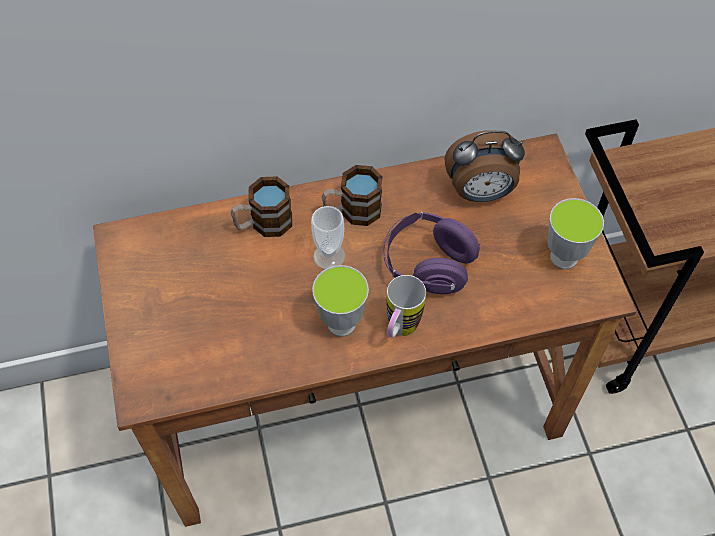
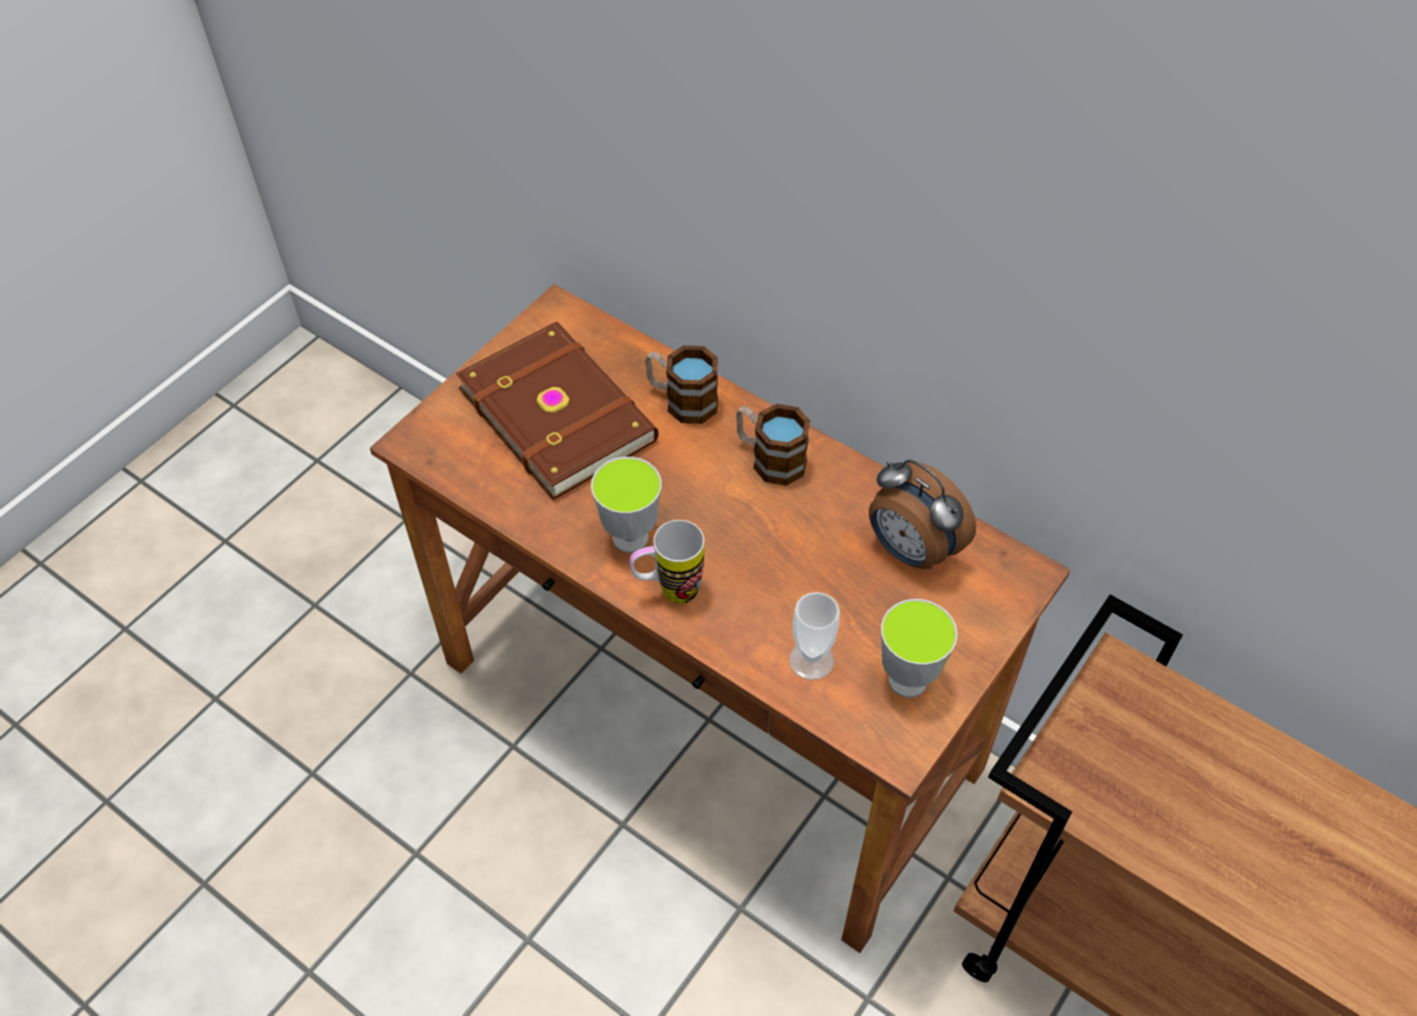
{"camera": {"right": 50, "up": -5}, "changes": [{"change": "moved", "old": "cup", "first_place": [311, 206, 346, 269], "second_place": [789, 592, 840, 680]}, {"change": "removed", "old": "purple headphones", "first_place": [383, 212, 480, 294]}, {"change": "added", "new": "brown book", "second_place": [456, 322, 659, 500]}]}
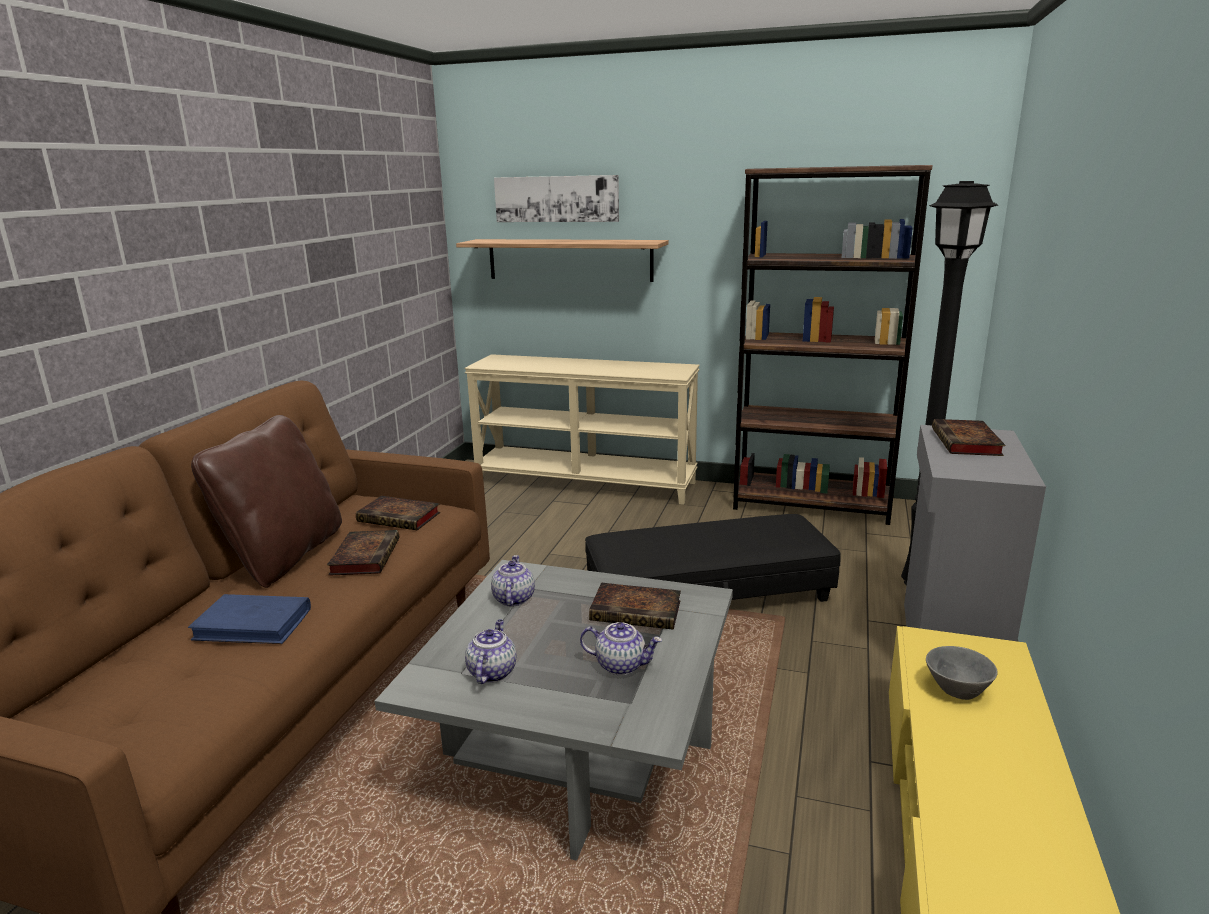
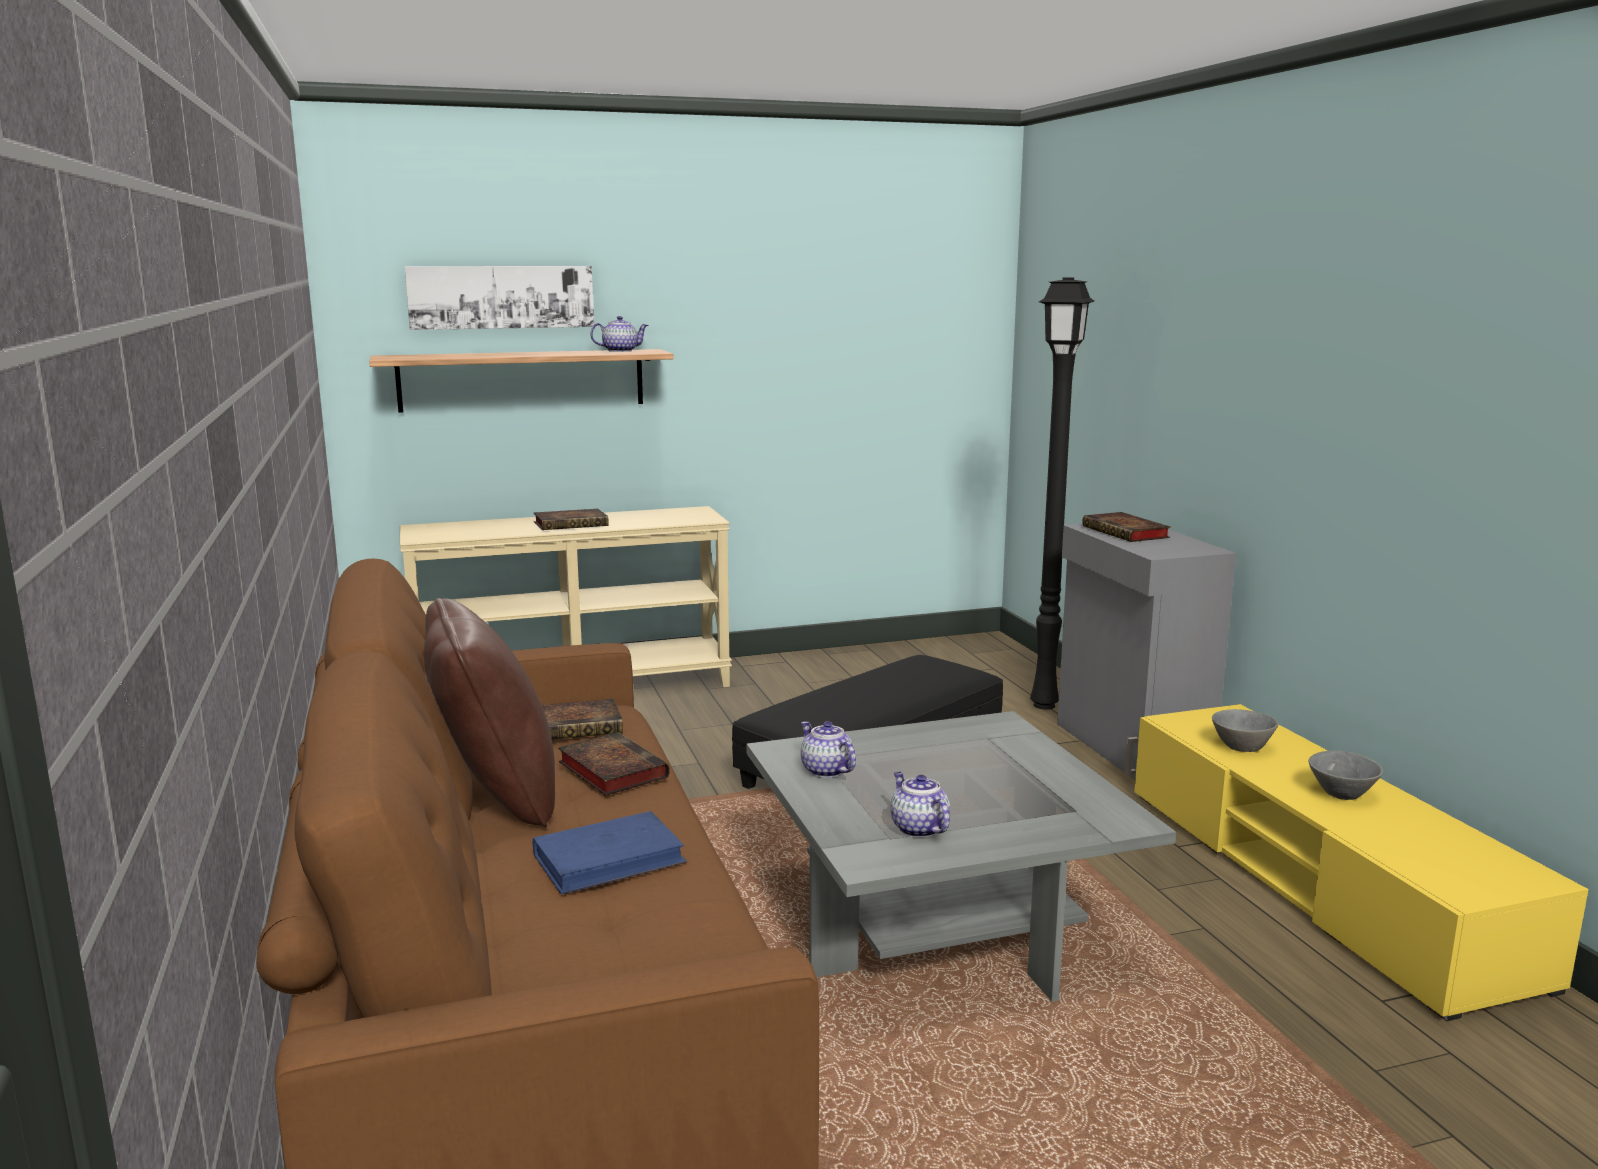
{"camera": {"right": -35, "up": -5}, "changes": [{"change": "moved", "old": "teapot", "first_place": [580, 622, 662, 675], "second_place": [590, 316, 648, 352]}, {"change": "moved", "old": "book", "first_place": [589, 583, 681, 630], "second_place": [533, 509, 609, 530]}, {"change": "removed", "old": "brown bookcase", "first_place": [733, 165, 933, 525]}, {"change": "added", "new": "grey bowl", "second_place": [1309, 750, 1383, 800]}]}
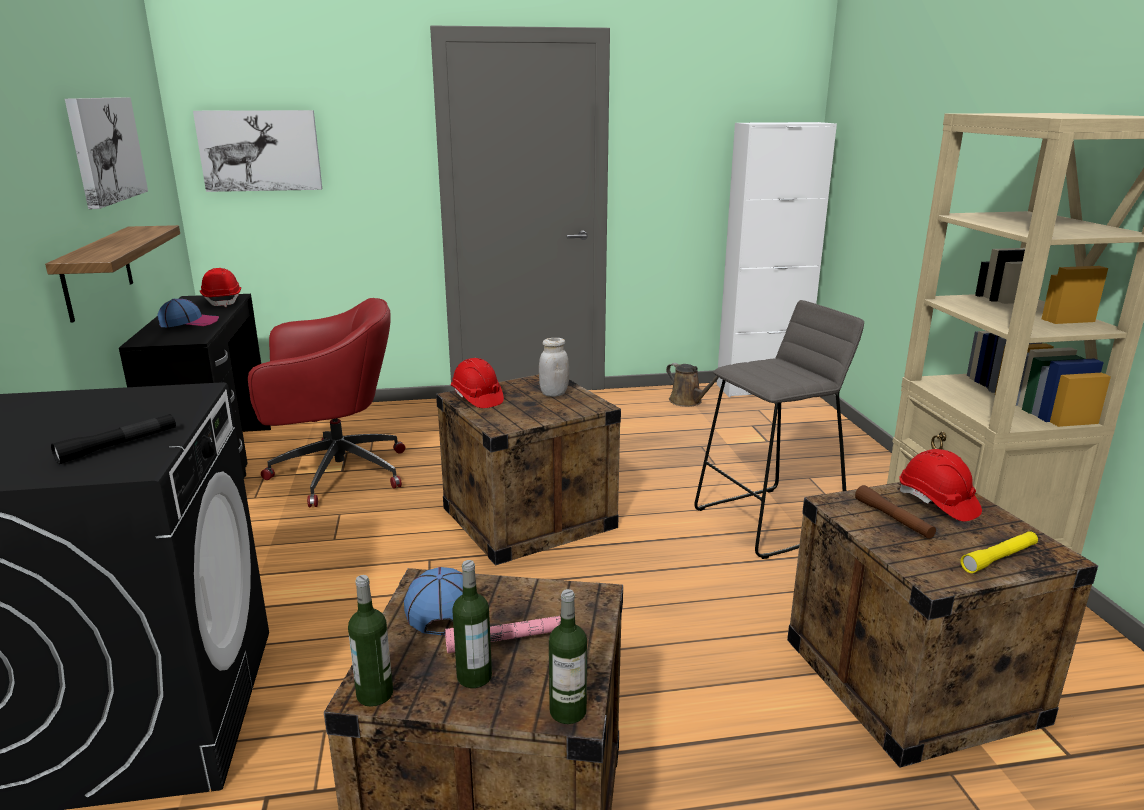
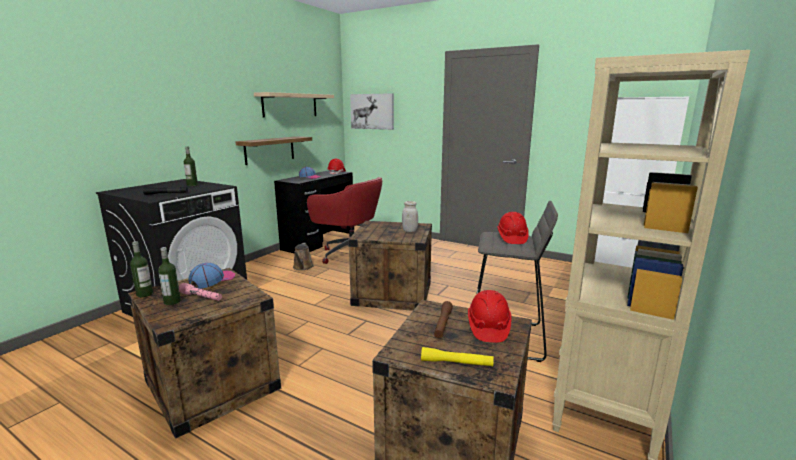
{"camera": {"right": 40, "up": -5}, "changes": [{"change": "replaced", "old": "picture", "new": "beige shelf", "first_place": [65, 97, 148, 209], "second_place": [254, 92, 334, 118]}, {"change": "moved", "old": "red hard hat", "first_place": [451, 358, 504, 408], "second_place": [497, 212, 529, 244]}, {"change": "moved", "old": "bottle", "first_place": [549, 589, 587, 724], "second_place": [184, 147, 198, 186]}, {"change": "moved", "old": "brown watering can", "first_place": [666, 363, 719, 407], "second_place": [293, 243, 314, 270]}]}
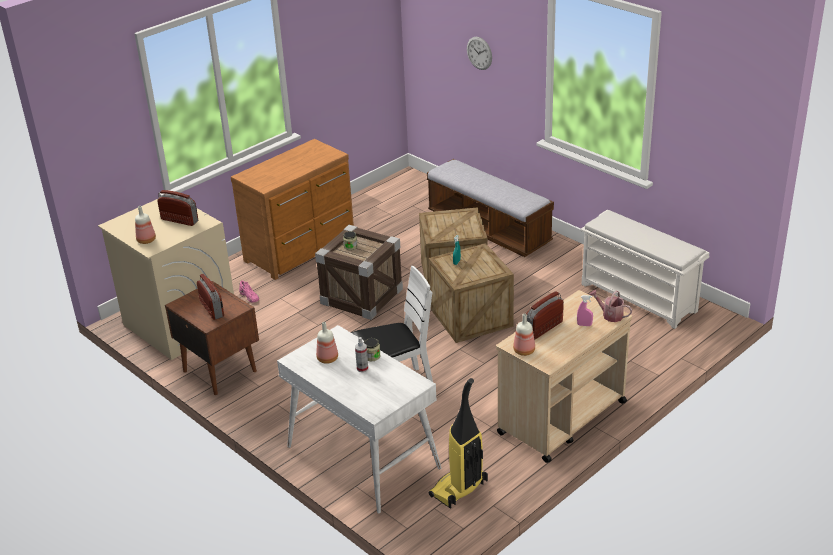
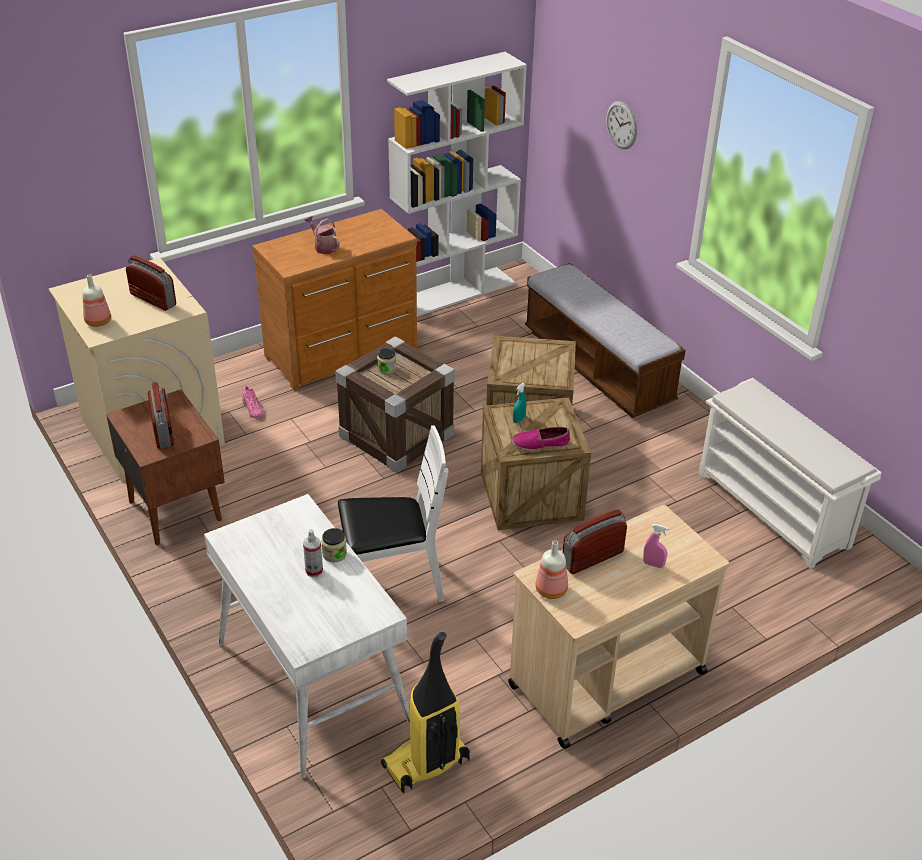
{"camera": {"right": 10, "up": 5}, "changes": [{"change": "removed", "old": "bottle", "first_place": [316, 322, 338, 364]}, {"change": "moved", "old": "watering can", "first_place": [589, 289, 632, 322], "second_place": [304, 216, 340, 254]}, {"change": "added", "new": "white bookcase", "second_place": [387, 52, 527, 317]}, {"change": "added", "new": "shoe", "second_place": [512, 427, 570, 451]}]}
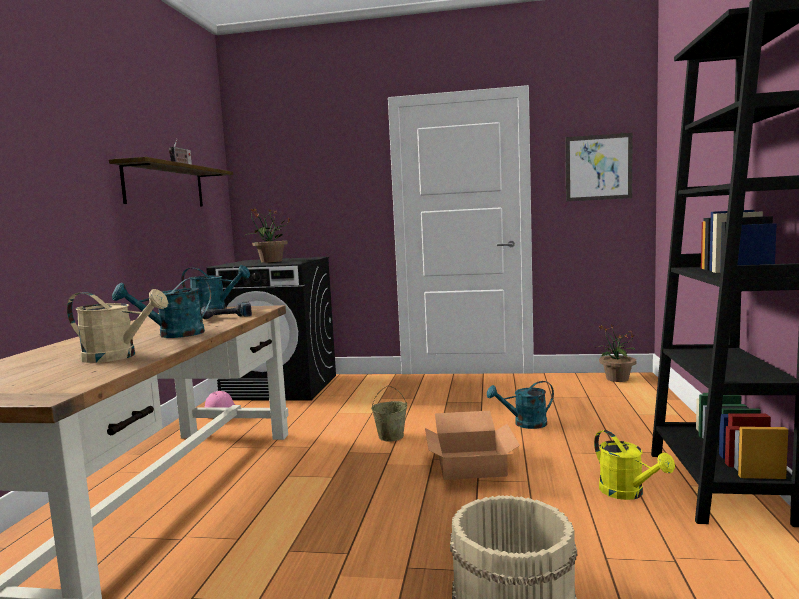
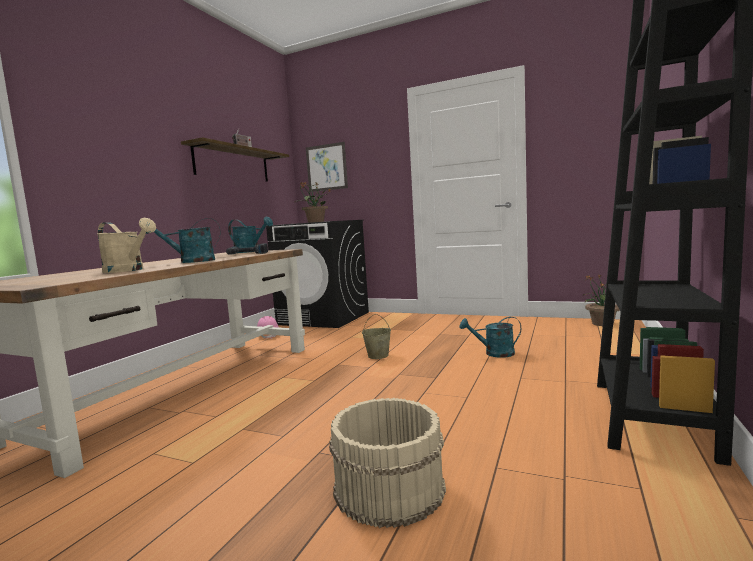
{"camera": {"right": 15, "up": 0}, "changes": [{"change": "removed", "old": "cardboard box", "first_place": [425, 411, 520, 480]}, {"change": "moved", "old": "picture", "first_place": [565, 133, 633, 202], "second_place": [306, 142, 348, 192]}, {"change": "removed", "old": "yellow watering can", "first_place": [594, 430, 675, 500]}]}
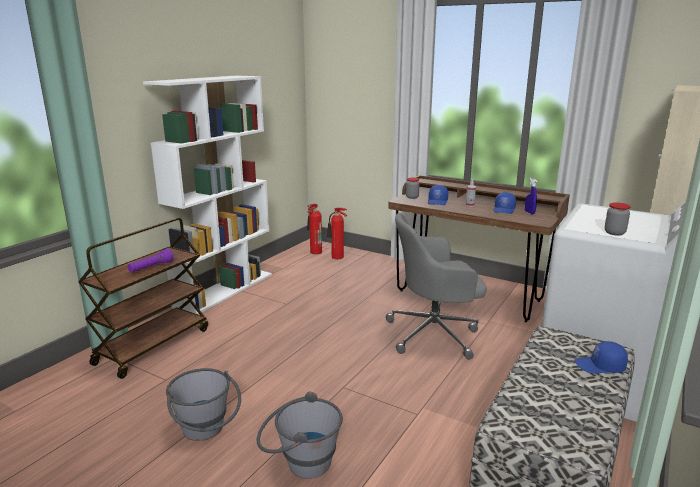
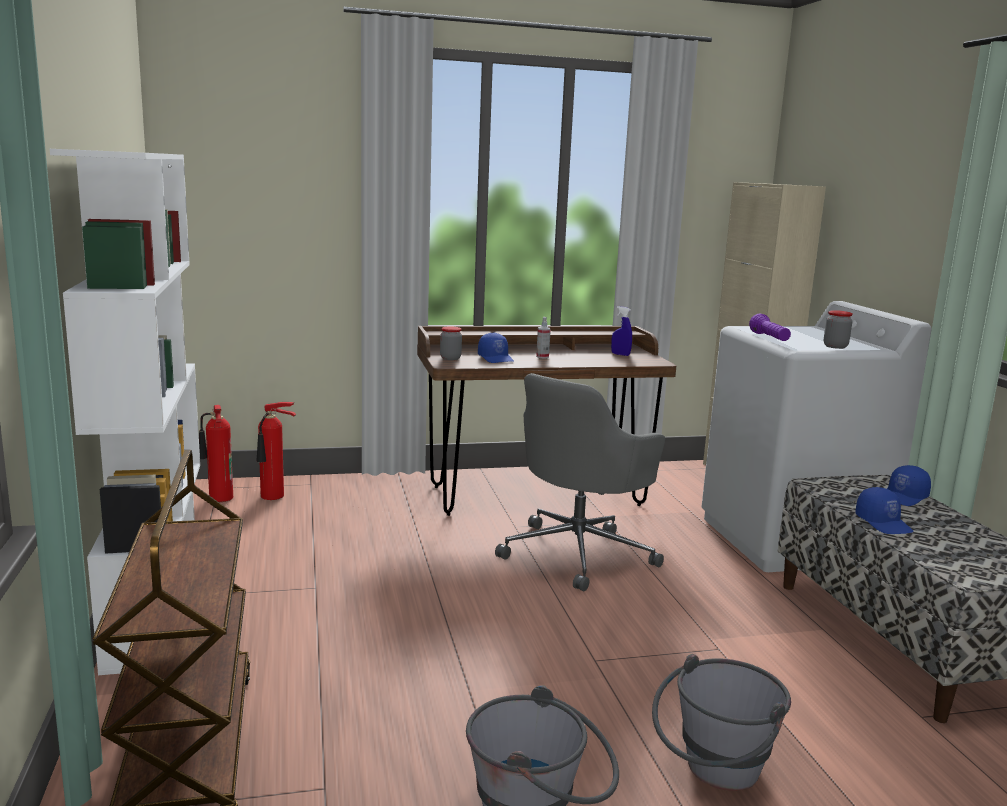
{"camera": {"right": -45, "up": -5}, "changes": [{"change": "moved", "old": "purple flashlight", "first_place": [128, 249, 174, 273], "second_place": [749, 314, 791, 341]}, {"change": "moved", "old": "blue cap", "first_place": [493, 192, 516, 214], "second_place": [855, 487, 913, 534]}]}
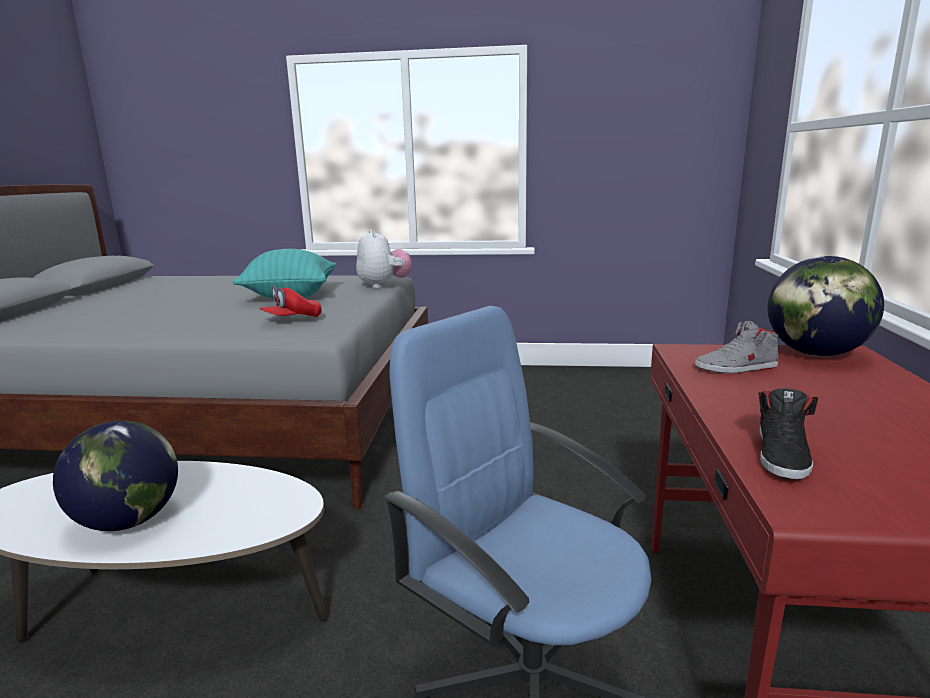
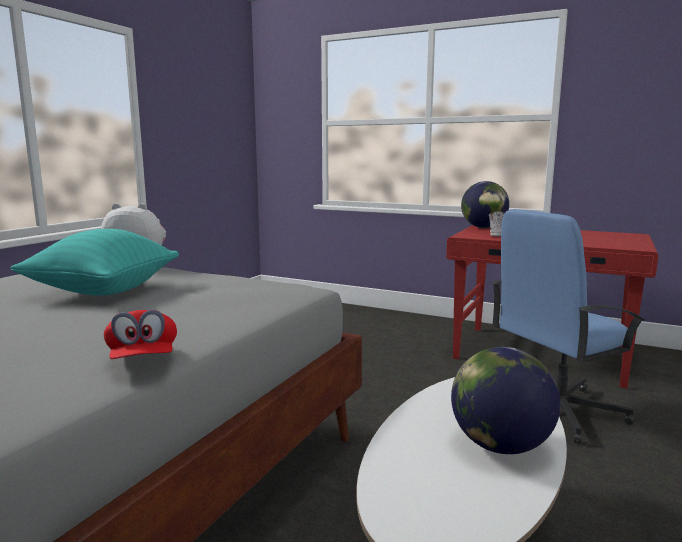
{"camera": {"right": -70, "up": -5}, "changes": [{"change": "moved", "old": "red cap", "first_place": [259, 286, 322, 317], "second_place": [104, 310, 177, 359]}, {"change": "removed", "old": "black shoe", "first_place": [758, 388, 818, 479]}]}
